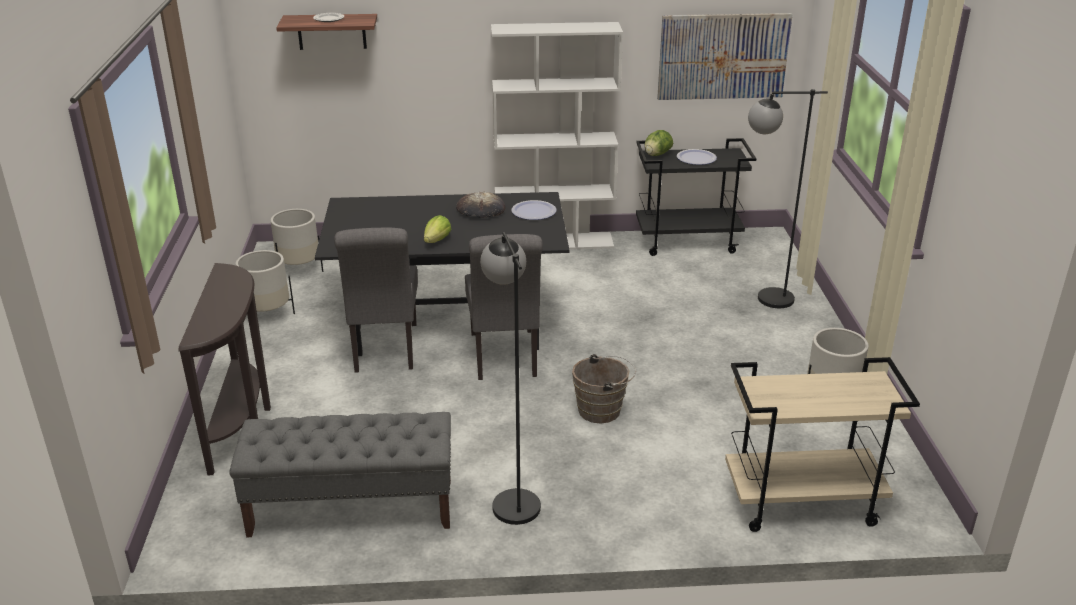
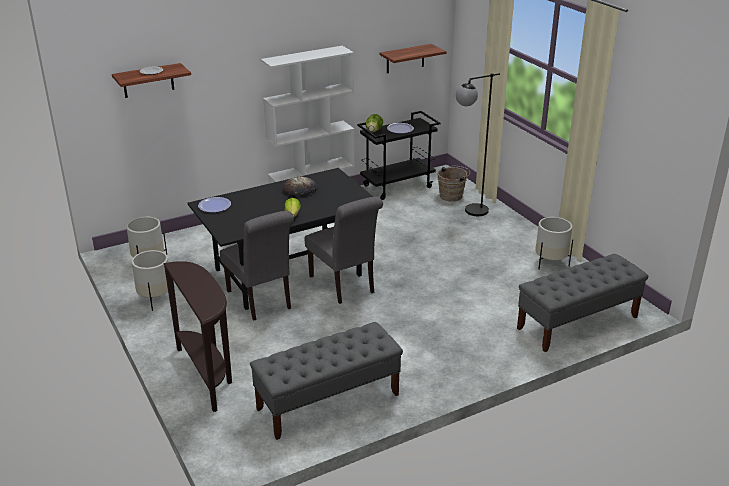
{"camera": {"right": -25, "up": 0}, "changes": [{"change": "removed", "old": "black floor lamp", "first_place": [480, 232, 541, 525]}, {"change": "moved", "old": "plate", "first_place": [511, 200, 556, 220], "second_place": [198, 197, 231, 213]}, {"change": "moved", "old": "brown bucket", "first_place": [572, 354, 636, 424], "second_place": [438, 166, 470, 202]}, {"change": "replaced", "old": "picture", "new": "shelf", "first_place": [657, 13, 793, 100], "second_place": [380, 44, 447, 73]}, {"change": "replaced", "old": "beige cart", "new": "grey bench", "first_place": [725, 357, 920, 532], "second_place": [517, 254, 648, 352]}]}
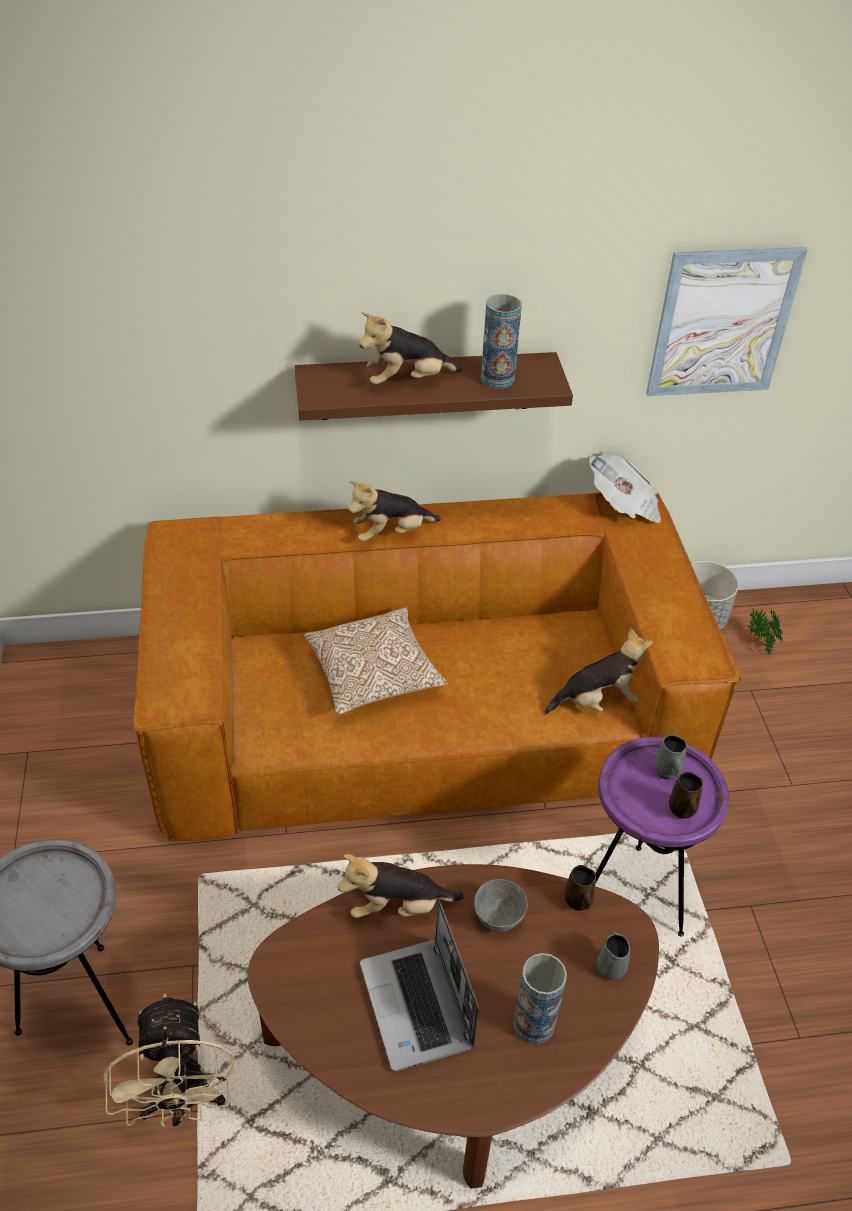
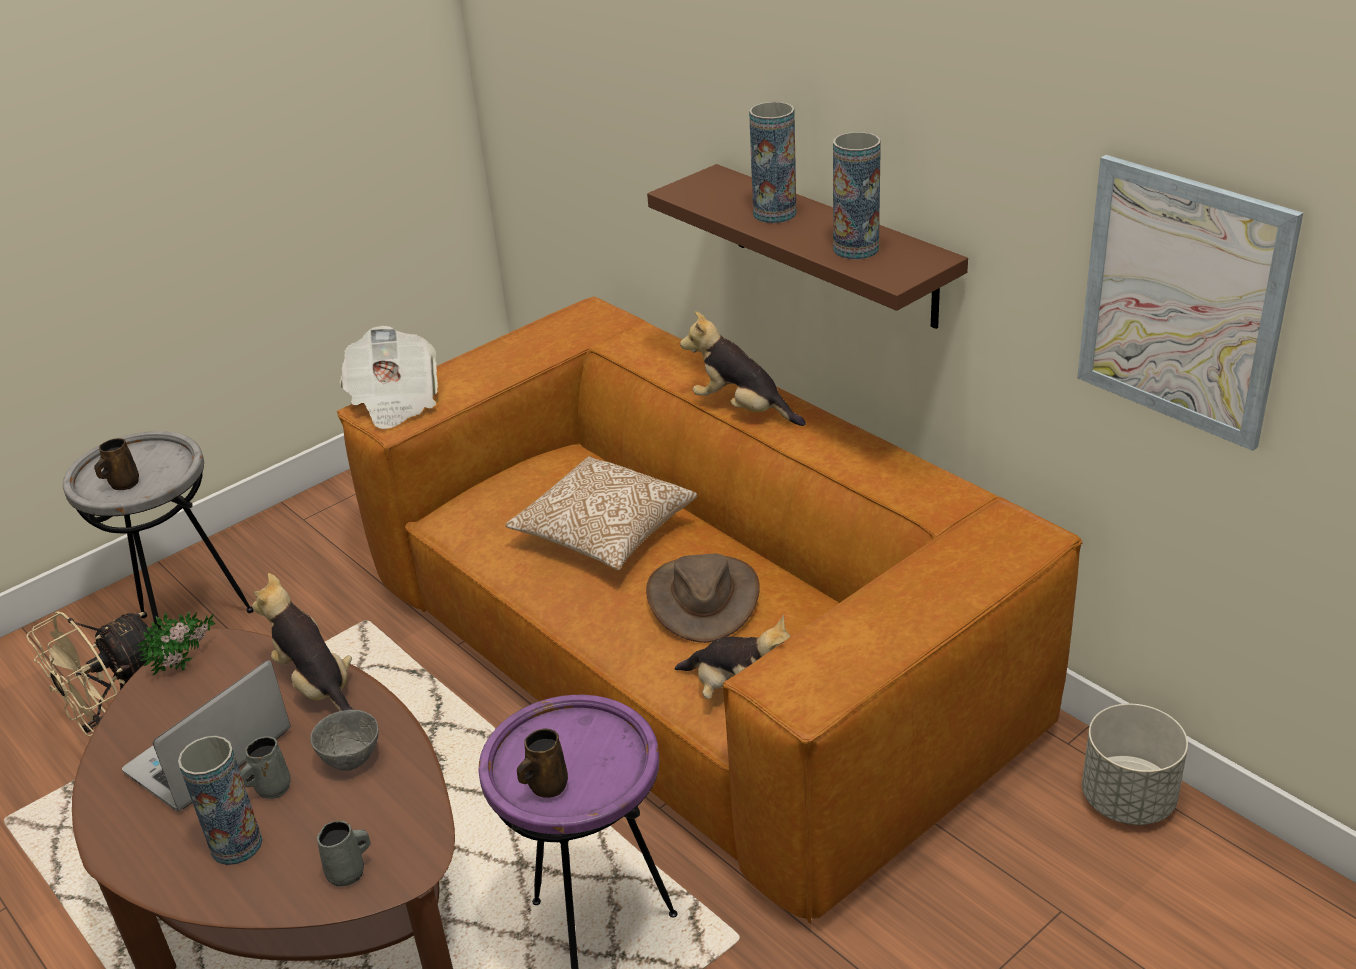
{"camera": {"right": 60, "up": -10}, "changes": [{"change": "replaced", "old": "plush toy", "new": "vase", "first_place": [359, 312, 463, 385], "second_place": [749, 102, 796, 223]}, {"change": "moved", "old": "brown mug", "first_place": [565, 865, 596, 911], "second_place": [94, 438, 139, 490]}, {"change": "moved", "old": "newspaper", "first_place": [589, 452, 661, 523], "second_place": [340, 326, 438, 429]}, {"change": "moved", "old": "grey mug", "first_place": [654, 734, 687, 780], "second_place": [240, 736, 291, 799]}, {"change": "moved", "old": "potted plant", "first_place": [747, 609, 783, 656], "second_place": [136, 611, 215, 675]}, {"change": "added", "new": "brown hat", "second_place": [646, 553, 760, 643]}]}
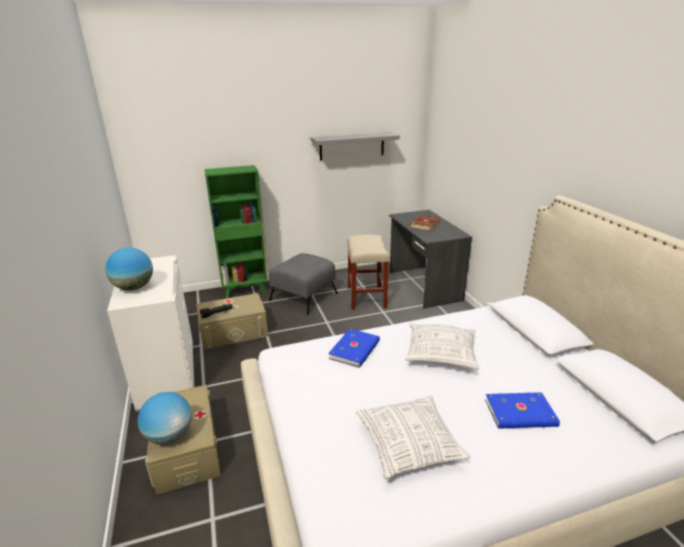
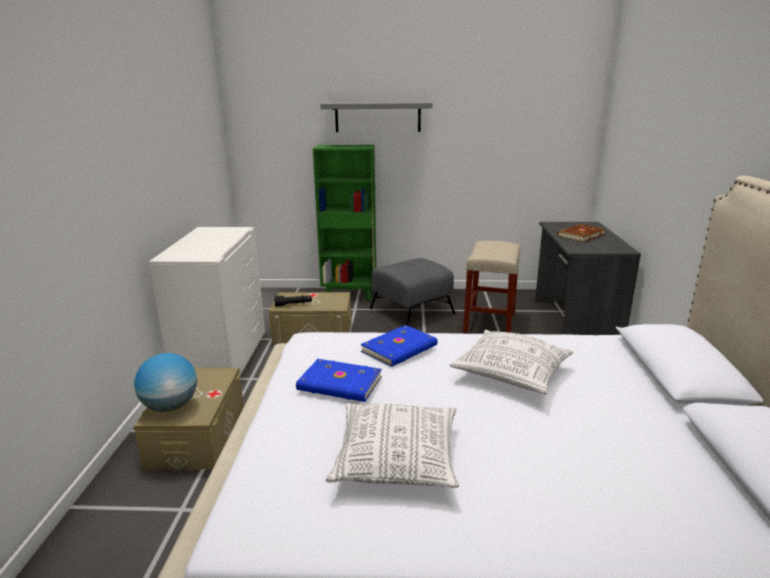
{"camera": {"right": 20, "up": -5}, "changes": [{"change": "removed", "old": "globe", "first_place": [106, 247, 153, 291]}, {"change": "moved", "old": "grey shelf", "first_place": [311, 132, 400, 160], "second_place": [320, 102, 433, 132]}, {"change": "moved", "old": "blue book", "first_place": [485, 392, 560, 429], "second_place": [296, 359, 382, 402]}]}
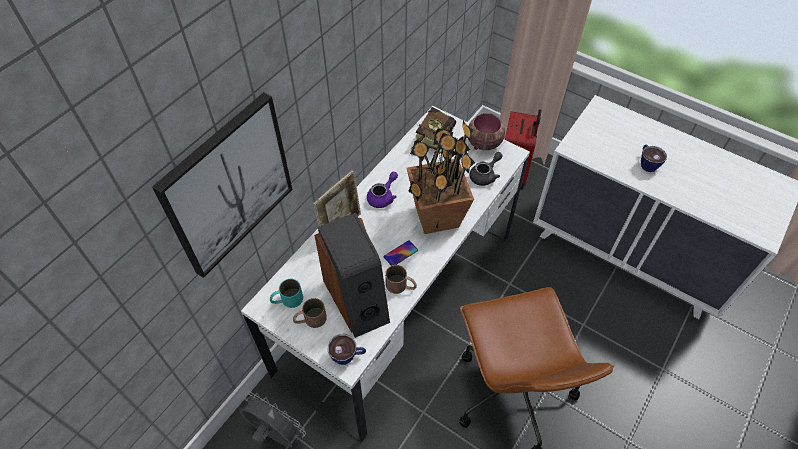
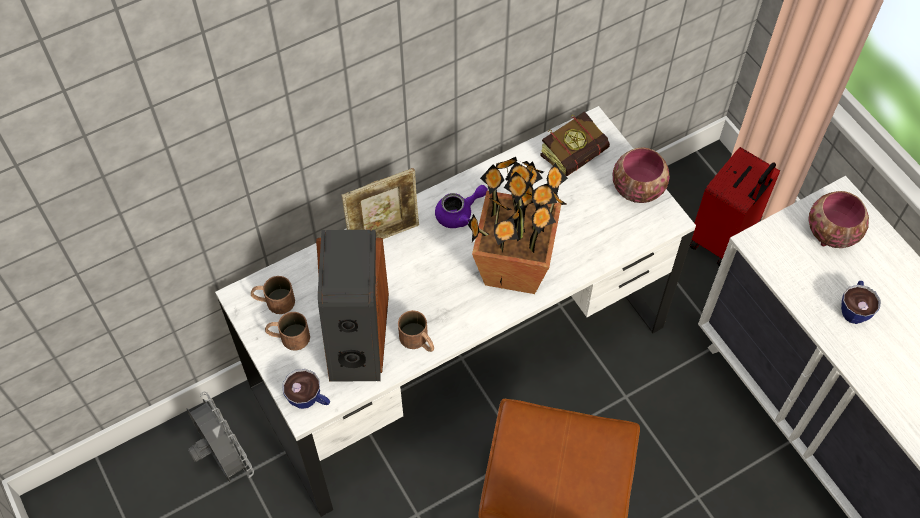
{"camera": {"right": 25, "up": 5}, "changes": [{"change": "removed", "old": "picture", "first_place": [152, 92, 293, 278]}, {"change": "recoloured", "old": "turquoise mug", "new": "brown mug", "first_place": [270, 279, 303, 308], "second_place": [251, 276, 295, 314]}, {"change": "removed", "old": "phone", "first_place": [384, 240, 418, 266]}, {"change": "removed", "old": "grey teapot", "first_place": [470, 152, 503, 186]}, {"change": "added", "new": "bowl", "second_place": [808, 191, 869, 248]}]}
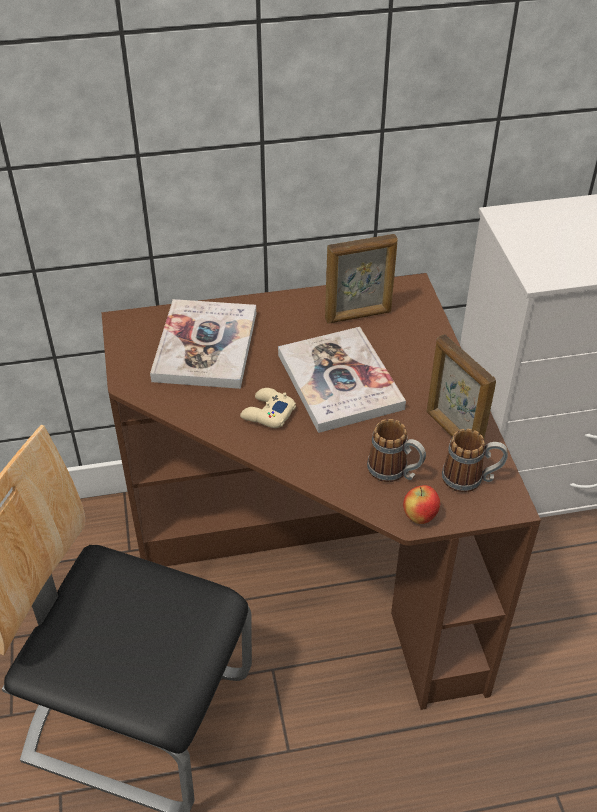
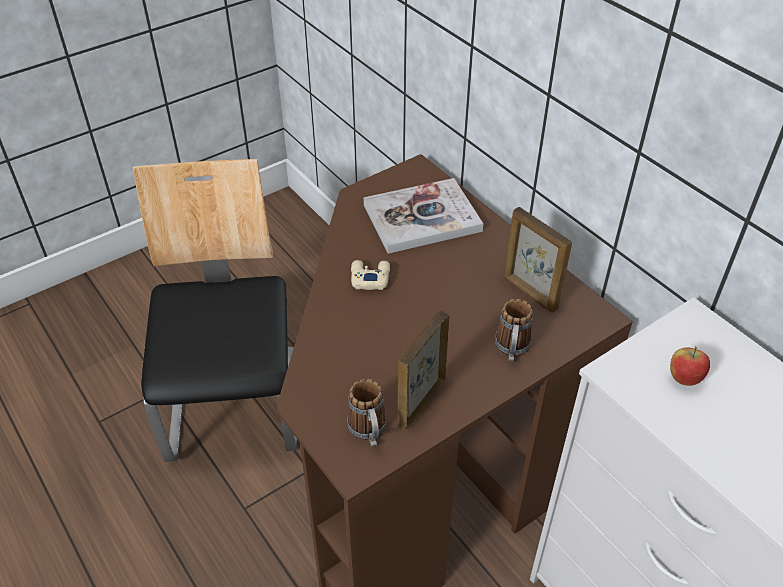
{"camera": {"right": 65, "up": 0}, "changes": [{"change": "removed", "old": "book", "first_place": [278, 327, 406, 433]}, {"change": "moved", "old": "mug", "first_place": [367, 419, 426, 482], "second_place": [495, 299, 533, 361]}, {"change": "moved", "old": "apple", "first_place": [403, 485, 440, 524], "second_place": [670, 346, 710, 386]}]}
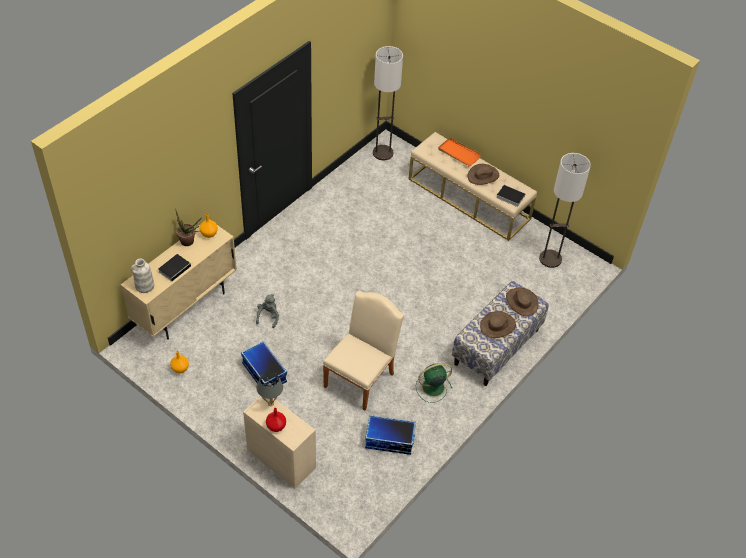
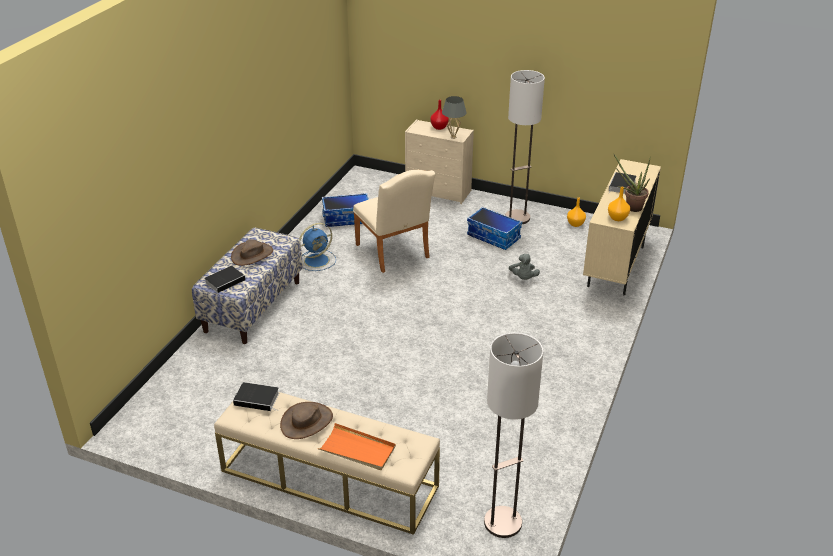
{"camera": {"right": 165, "up": -15}, "changes": [{"change": "removed", "old": "white vase", "first_place": [131, 259, 154, 293]}, {"change": "turned", "old": "beige chair", "first_place": [323, 291, 404, 411], "second_place": [353, 170, 436, 273], "degrees": -45}, {"change": "recoloured", "old": "green fan", "new": "blue fan", "first_place": [416, 363, 453, 403], "second_place": [299, 223, 336, 271]}, {"change": "replaced", "old": "brown hat", "new": "book", "first_place": [506, 288, 538, 316], "second_place": [204, 266, 247, 293]}, {"change": "moved", "old": "floor lamp", "first_place": [539, 153, 591, 268], "second_place": [505, 70, 545, 224]}]}
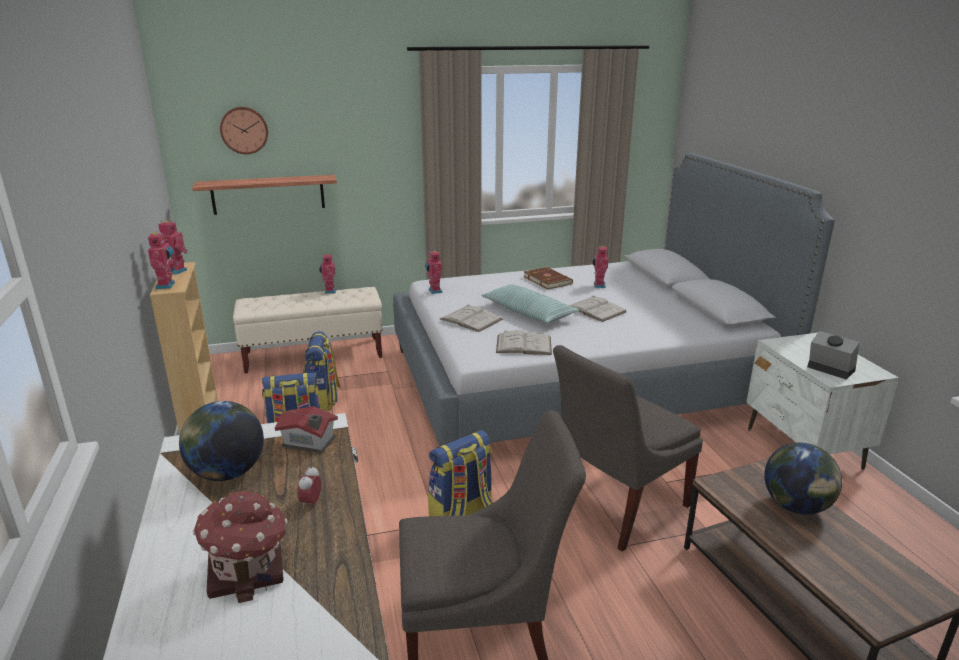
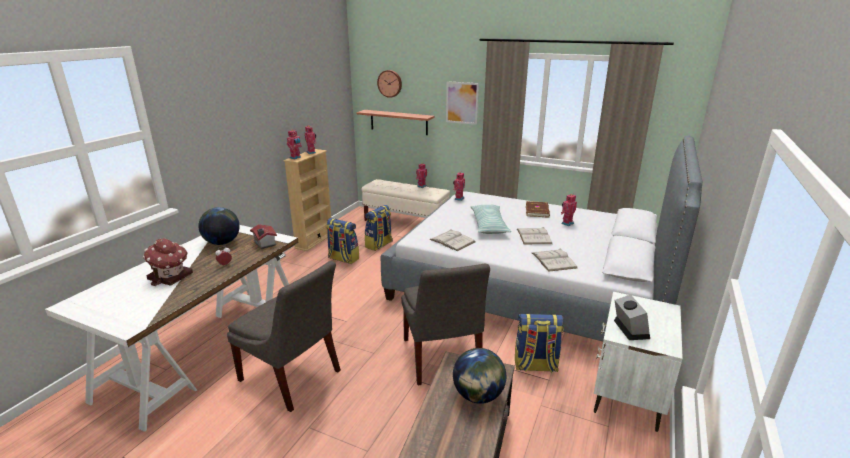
{"camera": {"right": 40, "up": 0}, "changes": [{"change": "moved", "old": "backpack", "first_place": [428, 430, 492, 516], "second_place": [515, 313, 563, 373]}, {"change": "moved", "old": "white book", "first_place": [440, 304, 503, 332], "second_place": [532, 248, 577, 272]}, {"change": "turned", "old": "grey chair", "first_place": [553, 345, 703, 551], "second_place": [401, 264, 490, 385], "degrees": -105}, {"change": "added", "new": "picture", "second_place": [446, 81, 479, 125]}]}
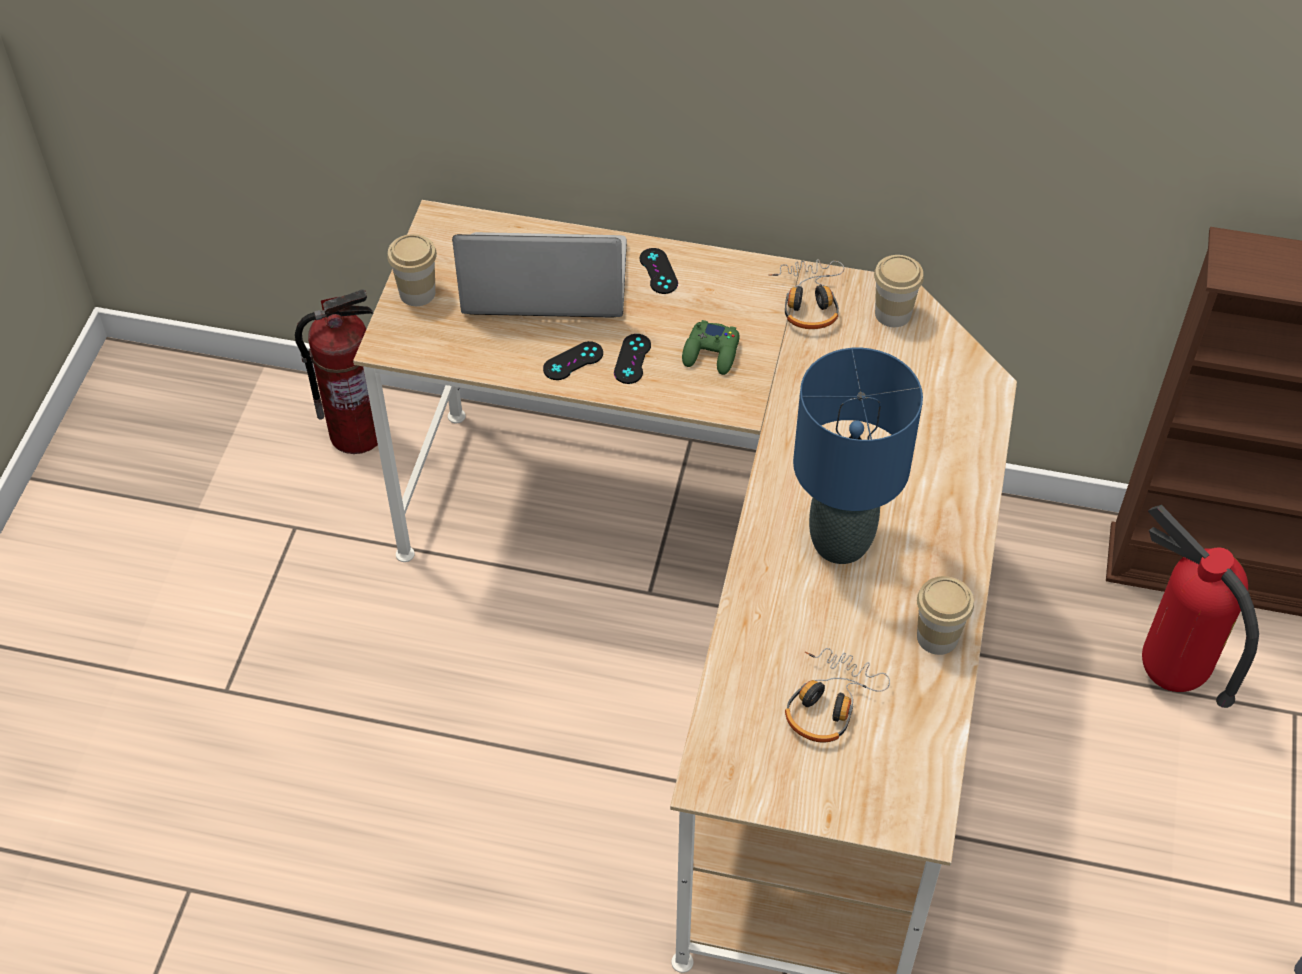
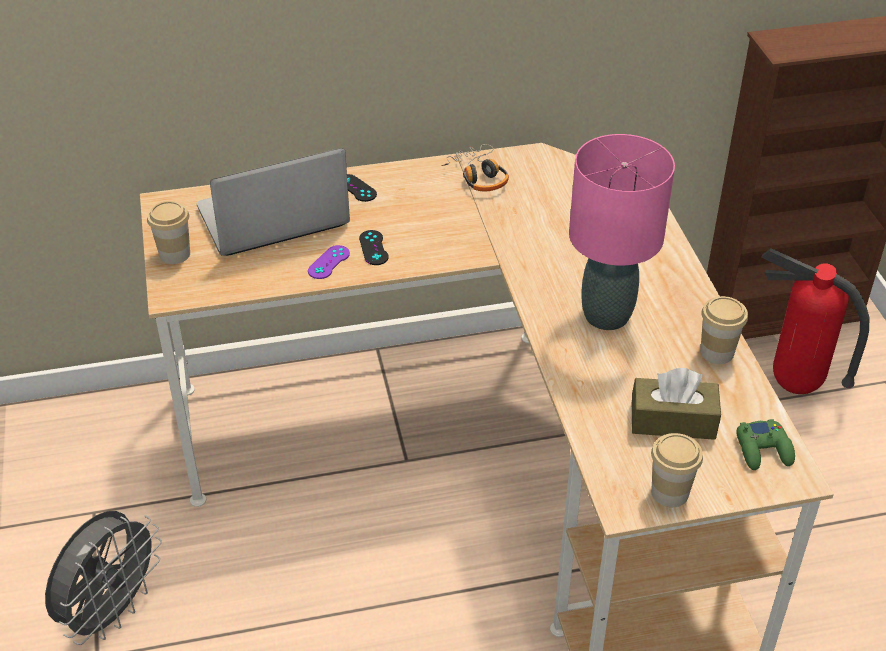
{"camera": {"right": -25, "up": -10}, "changes": [{"change": "removed", "old": "fire extinguisher", "first_place": [295, 289, 378, 454]}, {"change": "recoloured", "old": "black game controller", "new": "purple game controller", "first_place": [543, 341, 603, 380], "second_place": [308, 245, 350, 279]}, {"change": "moved", "old": "green game controller", "first_place": [682, 320, 740, 375], "second_place": [736, 419, 795, 470]}, {"change": "replaced", "old": "headphones", "new": "brown tissue box", "first_place": [785, 648, 890, 742], "second_place": [632, 368, 721, 440]}, {"change": "recoloured", "old": "blue table lamp", "new": "pink table lamp", "first_place": [793, 348, 923, 564], "second_place": [569, 134, 675, 330]}, {"change": "moved", "old": "cup", "first_place": [874, 255, 924, 327], "second_place": [651, 433, 703, 507]}, {"change": "added", "new": "grey fan", "second_place": [45, 511, 162, 645]}]}
